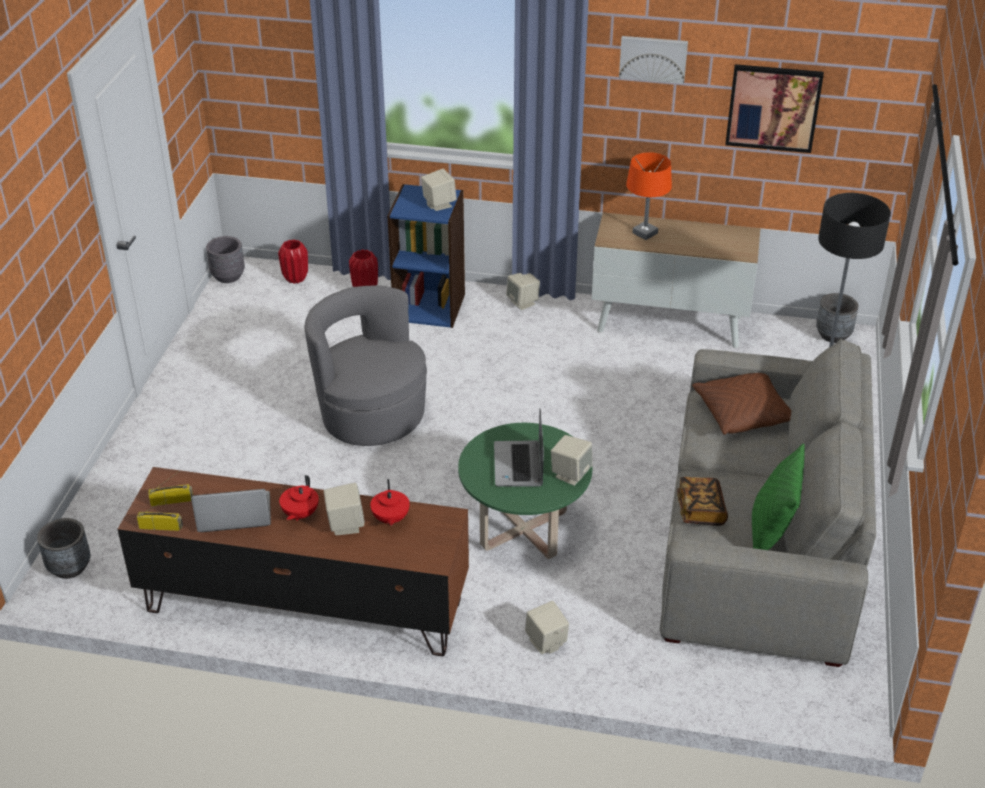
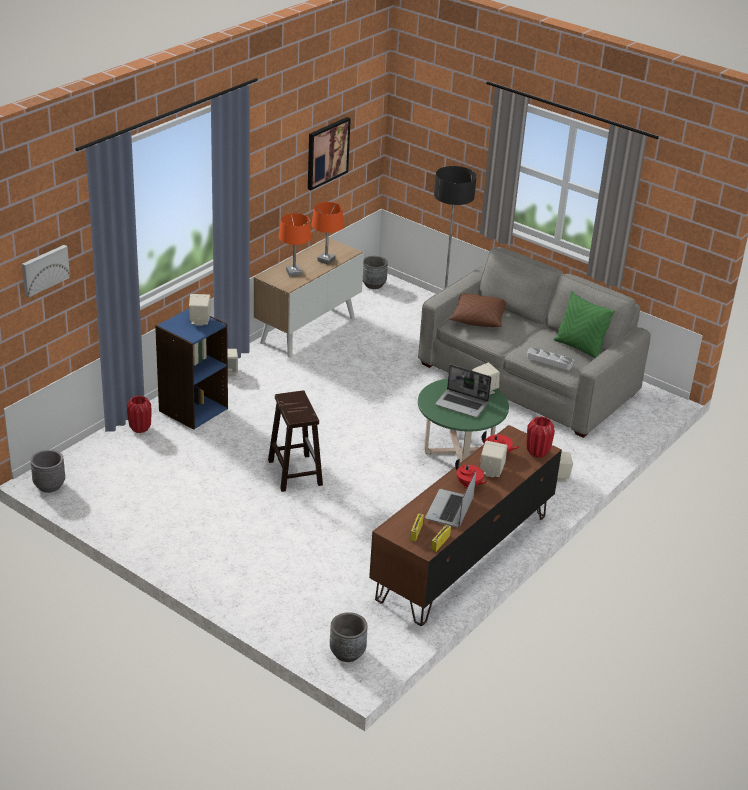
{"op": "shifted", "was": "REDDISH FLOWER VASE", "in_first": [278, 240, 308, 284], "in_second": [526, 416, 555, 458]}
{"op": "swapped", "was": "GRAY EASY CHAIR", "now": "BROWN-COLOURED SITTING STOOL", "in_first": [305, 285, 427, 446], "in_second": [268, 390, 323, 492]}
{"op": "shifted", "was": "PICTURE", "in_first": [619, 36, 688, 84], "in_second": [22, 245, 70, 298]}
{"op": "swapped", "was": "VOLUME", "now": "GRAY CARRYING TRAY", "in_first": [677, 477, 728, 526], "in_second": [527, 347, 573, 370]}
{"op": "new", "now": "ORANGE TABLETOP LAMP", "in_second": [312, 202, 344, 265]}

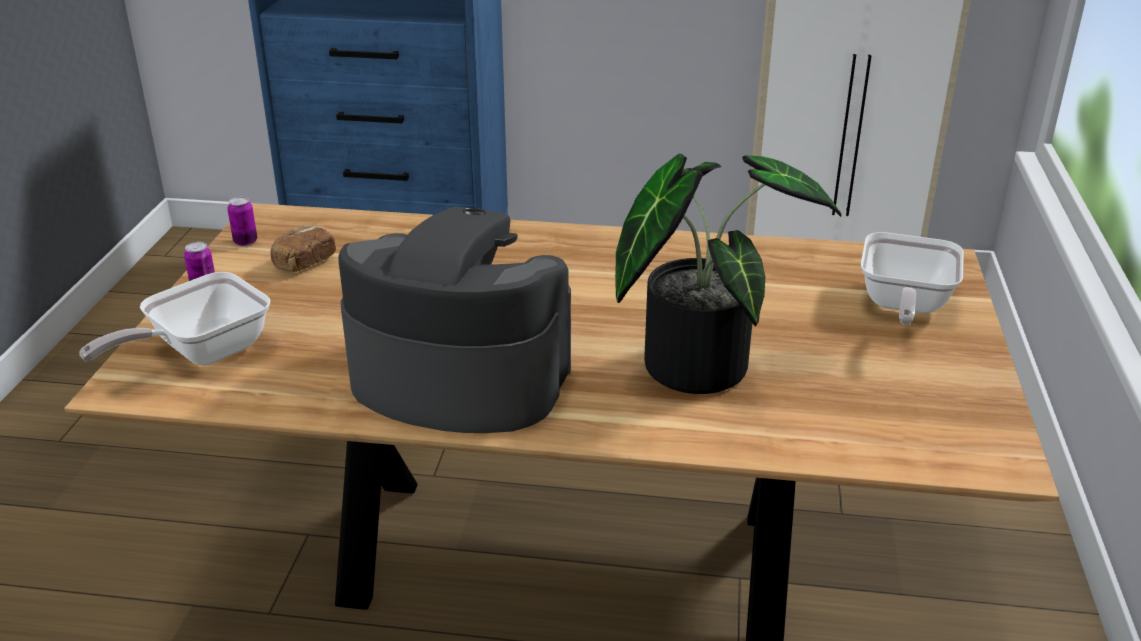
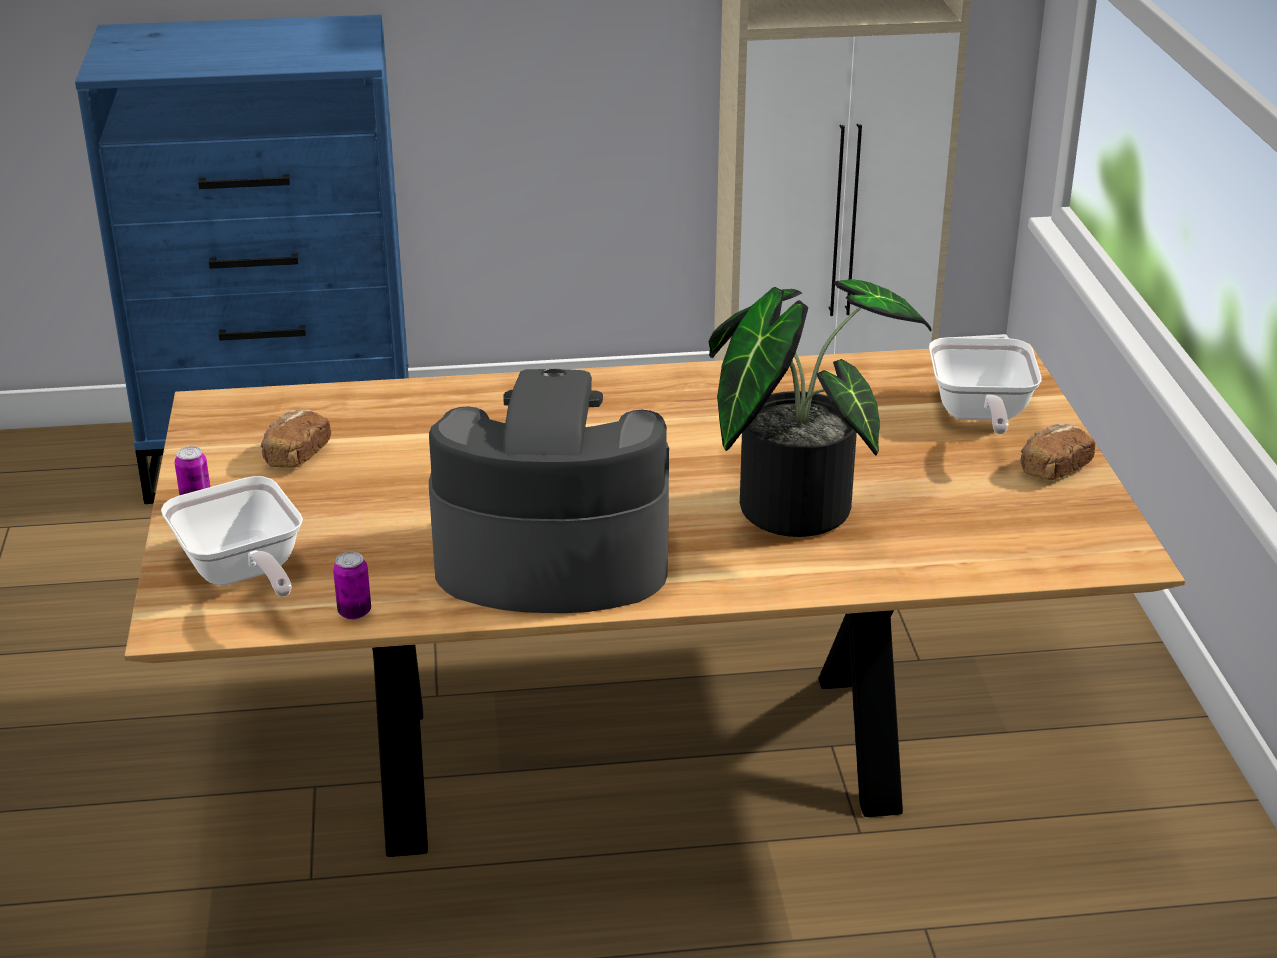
{"op": "rotated", "was": "SKILLET", "in_first": [80, 272, 270, 365], "in_second": [161, 476, 303, 597], "clockwise": -60}
{"op": "shifted", "was": "METAL CAN", "in_first": [227, 197, 257, 246], "in_second": [333, 552, 371, 620]}
{"op": "new", "now": "BREAD", "in_second": [1020, 424, 1096, 480]}

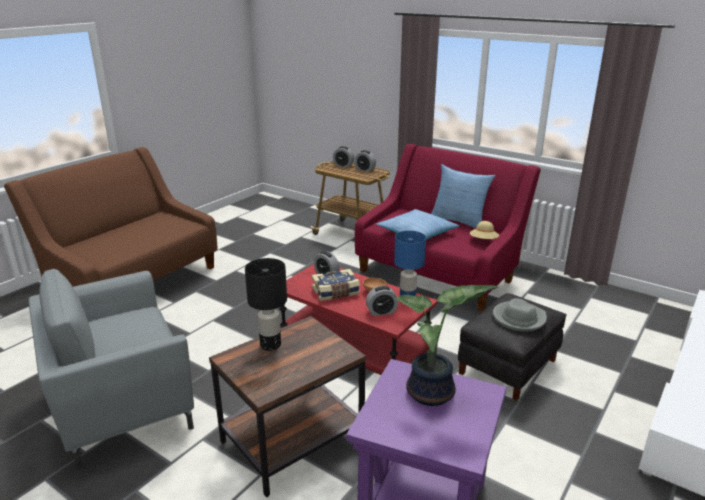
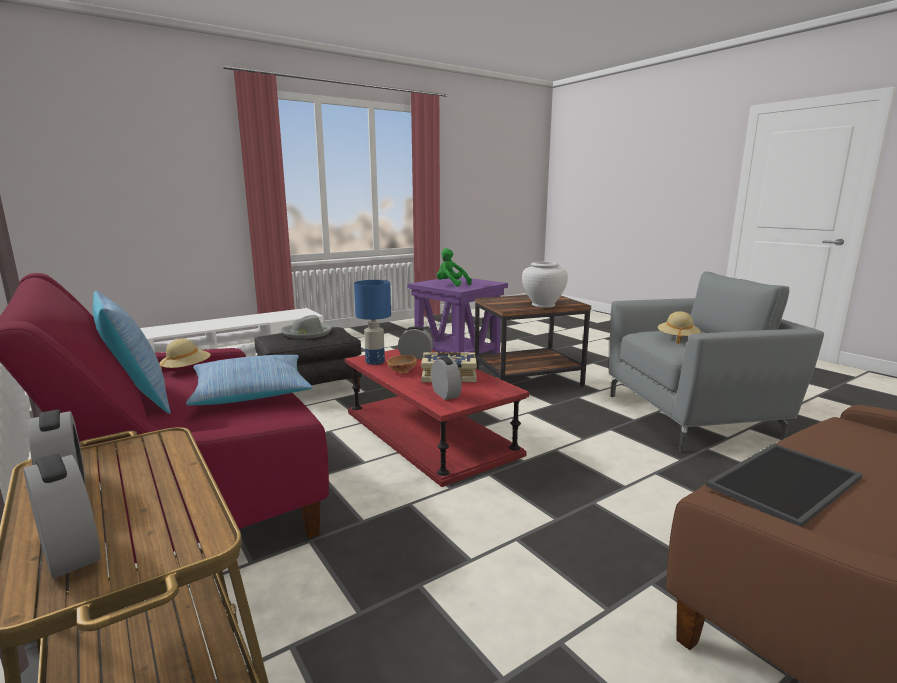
{"op": "swapped", "was": "BLACKISH TABLETOP LAMP", "now": "WHITISH FLOWER VASE", "in_first": [245, 258, 287, 351], "in_second": [522, 262, 568, 308]}
{"op": "swapped", "was": "PLANT IN A POT", "now": "GREEN SOFT TOY", "in_first": [395, 285, 499, 406], "in_second": [437, 248, 472, 287]}
{"op": "new", "now": "SAND-COLOURED WEARABLE HAT", "in_second": [658, 311, 701, 344]}
{"op": "new", "now": "CARRYING TRAY", "in_second": [706, 443, 863, 527]}

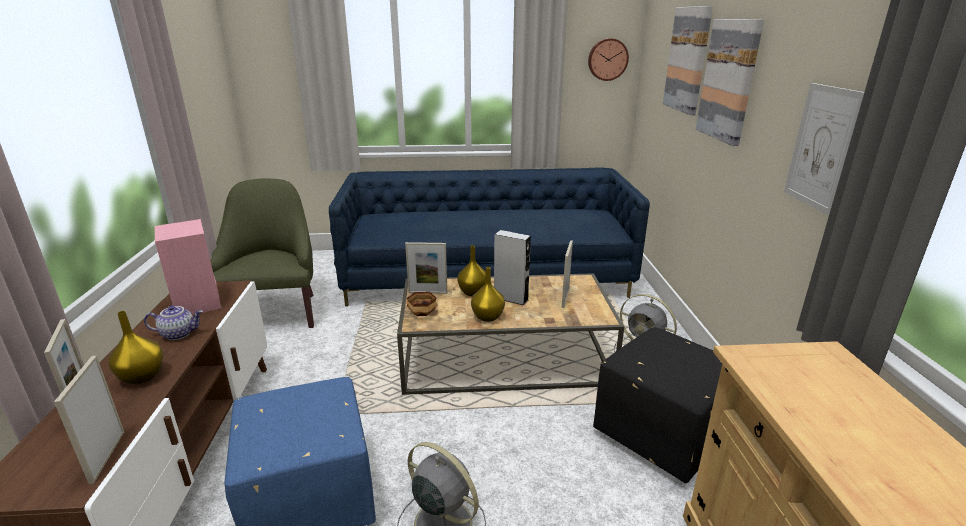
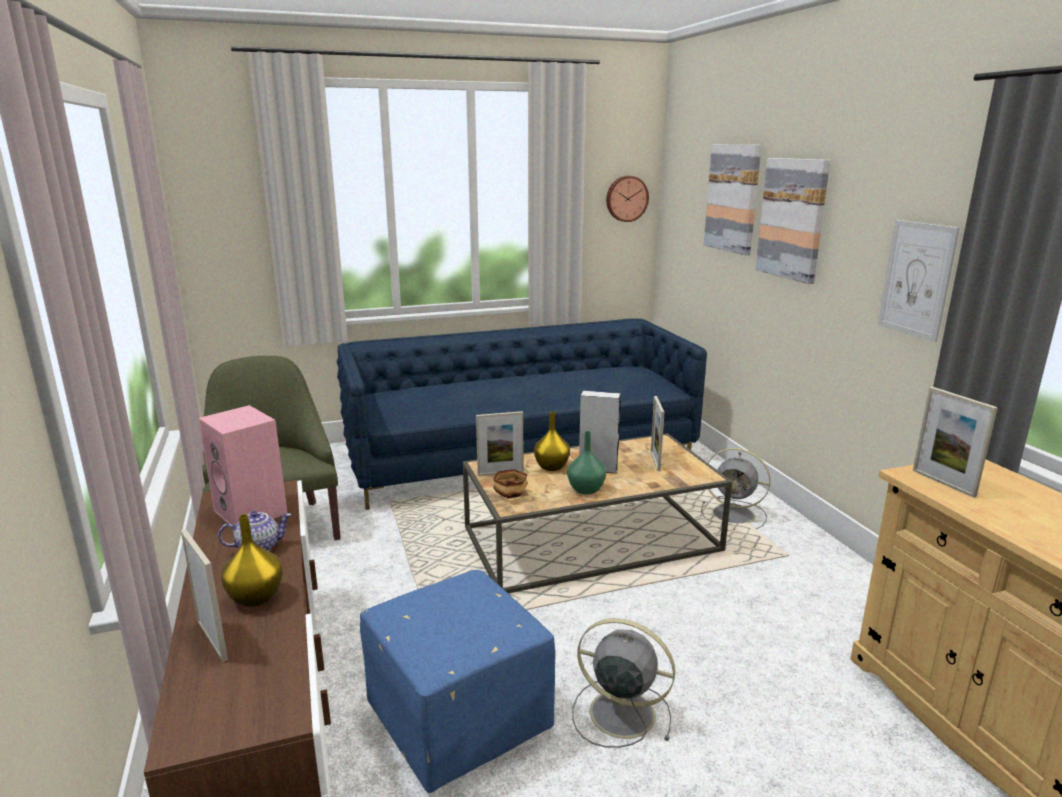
{"op": "shifted", "was": "STANDING FRAME", "in_first": [54, 356, 124, 484], "in_second": [913, 387, 998, 498]}
{"op": "repainted", "was": "YELLOW-COLOURED FLOWER VASE", "now": "GREEN FLOWER VASE", "in_first": [471, 267, 505, 322], "in_second": [567, 431, 606, 495]}
{"op": "gone", "was": "BLACKISH POUFFE", "in_first": [593, 327, 722, 483]}

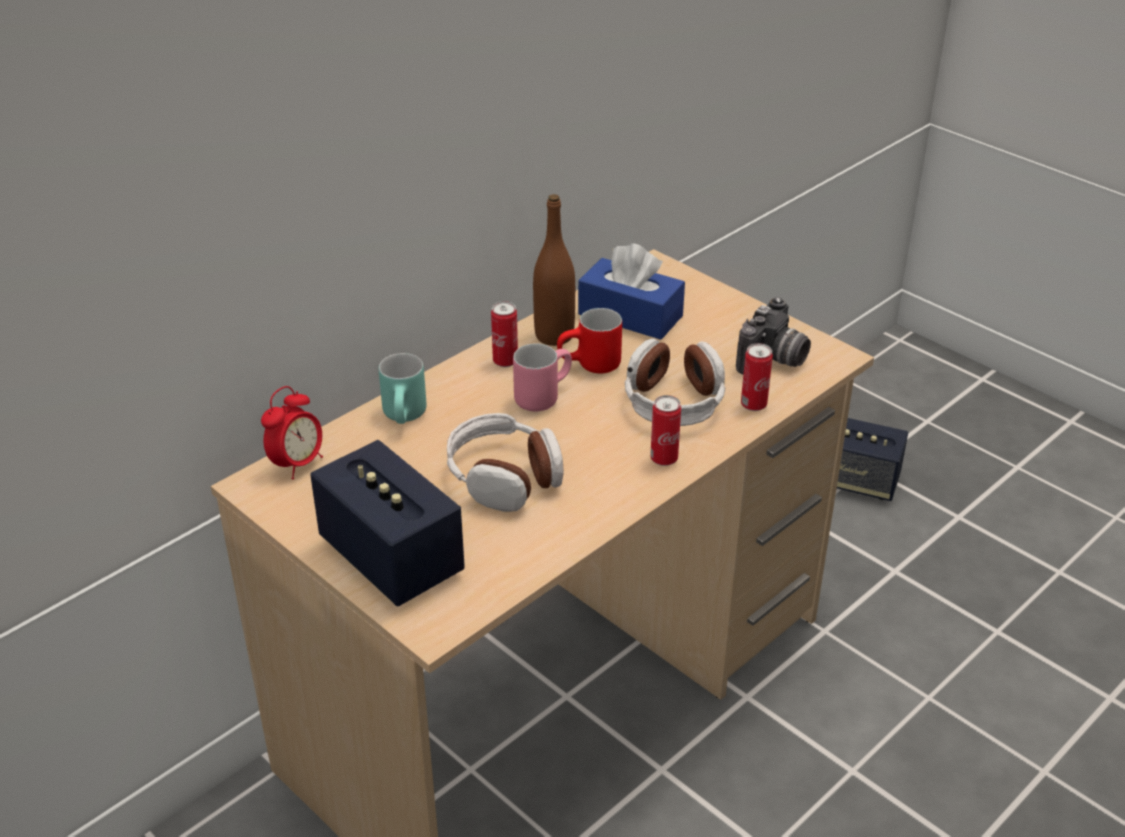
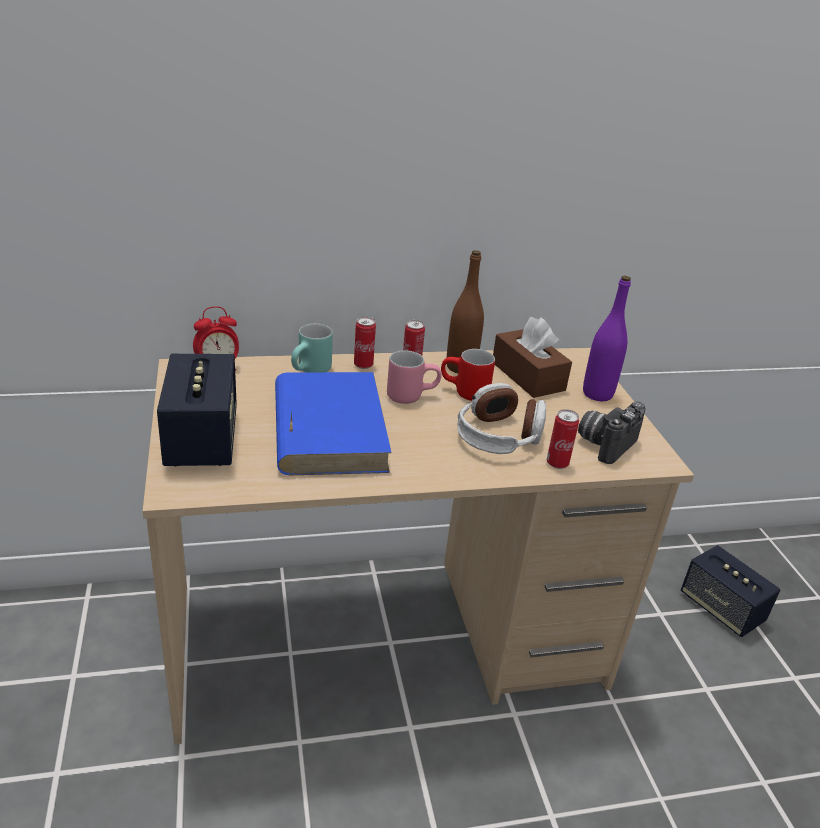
{"op": "swapped", "was": "HEADPHONES", "now": "BLUISH VOLUME", "in_first": [447, 413, 564, 512], "in_second": [275, 372, 392, 475]}
{"op": "repainted", "was": "BLUISH BOX OF TISSUES", "now": "BROWN-COLOURED BOX OF TISSUES", "in_first": [578, 243, 685, 340], "in_second": [493, 317, 572, 398]}
{"op": "shifted", "was": "METAL CAN", "in_first": [650, 395, 681, 466], "in_second": [354, 317, 376, 369]}
{"op": "rotated", "was": "PHOTO CAMERA", "in_first": [736, 297, 811, 374], "in_second": [578, 401, 646, 464], "clockwise": 150}
{"op": "new", "now": "PURPLE BEVERAGE BOTTLE", "in_second": [583, 276, 631, 401]}

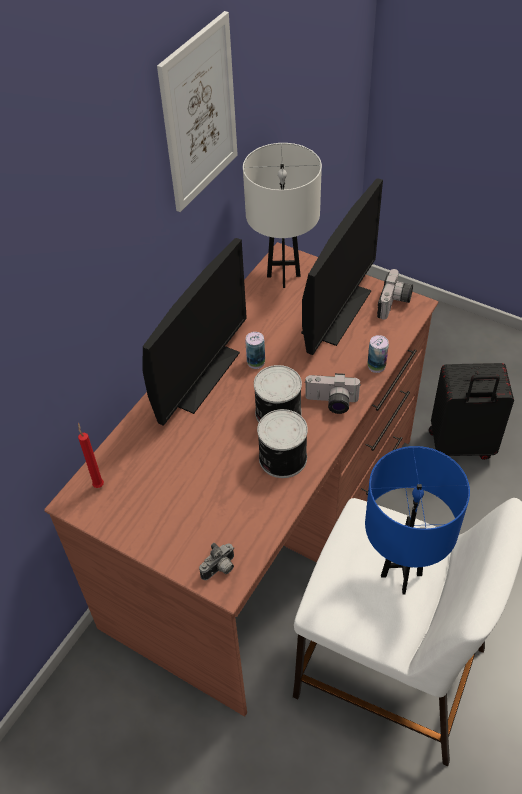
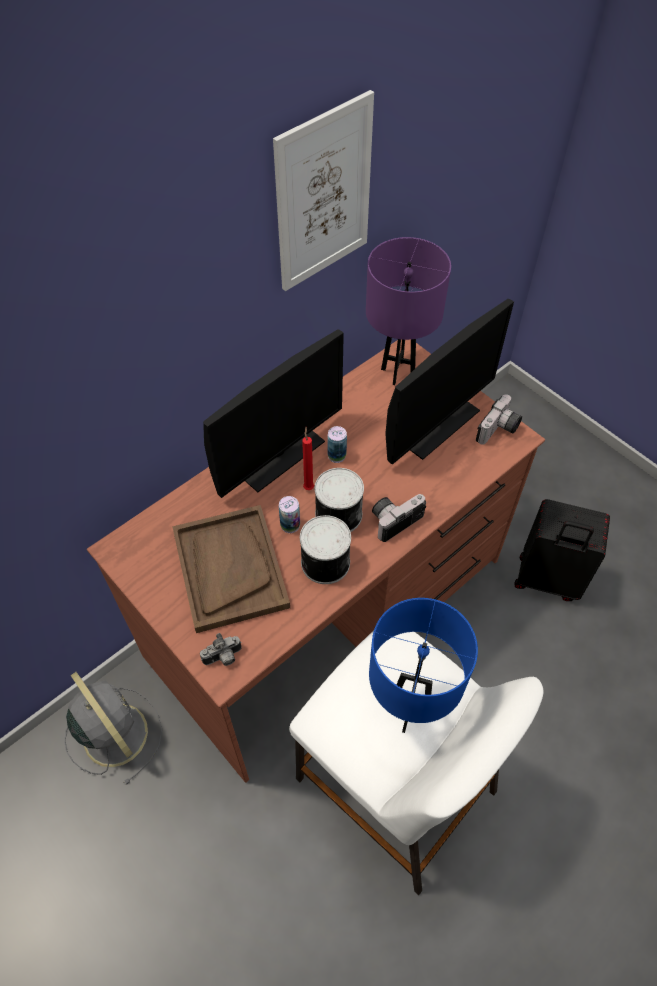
{"op": "shifted", "was": "REDDISH CANDLE", "in_first": [78, 423, 104, 488], "in_second": [302, 427, 314, 490]}
{"op": "repainted", "was": "WHITISH TABLETOP LAMP", "now": "PURPLE TABLETOP LAMP", "in_first": [243, 143, 322, 288], "in_second": [366, 237, 451, 385]}
{"op": "rotated", "was": "PHOTO CAMERA", "in_first": [305, 373, 361, 414], "in_second": [372, 494, 426, 542], "clockwise": 120}
{"op": "shifted", "was": "METAL CAN", "in_first": [367, 335, 389, 373], "in_second": [279, 496, 300, 533]}
{"op": "new", "now": "GRAY ELECTRIC FAN", "in_second": [64, 672, 162, 785]}
{"op": "new", "now": "BROWN-COLOURED CARRYING TRAY", "in_second": [172, 505, 290, 633]}

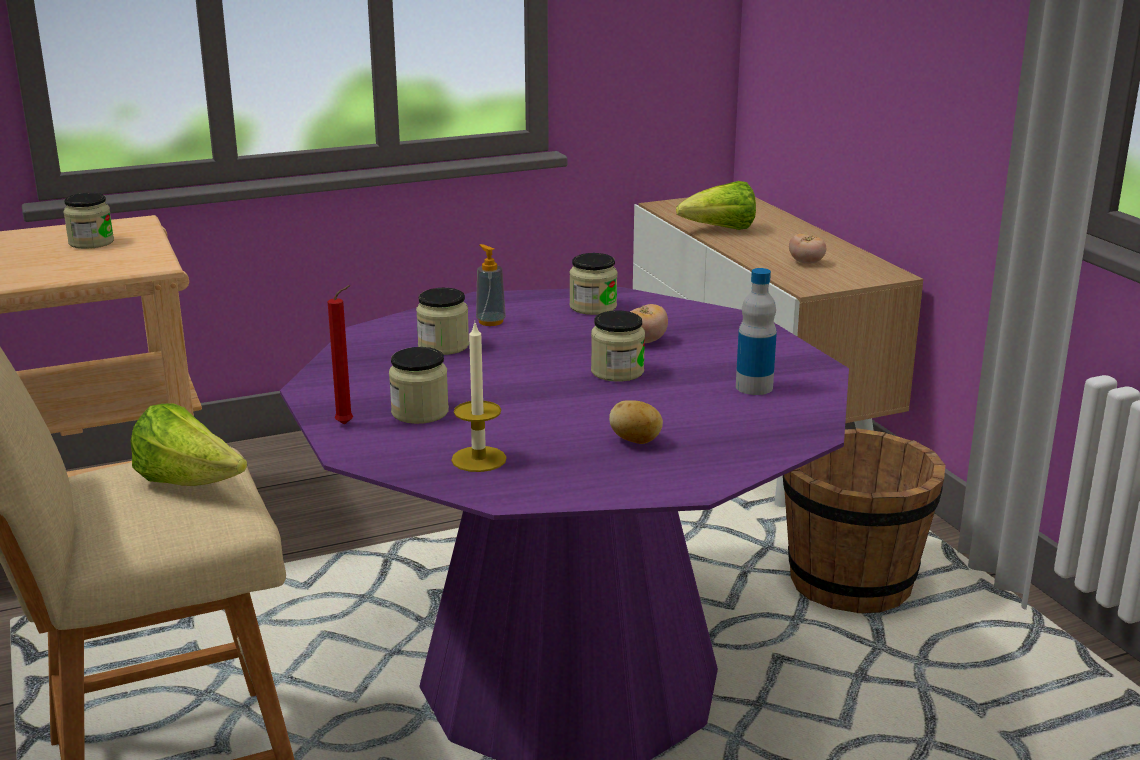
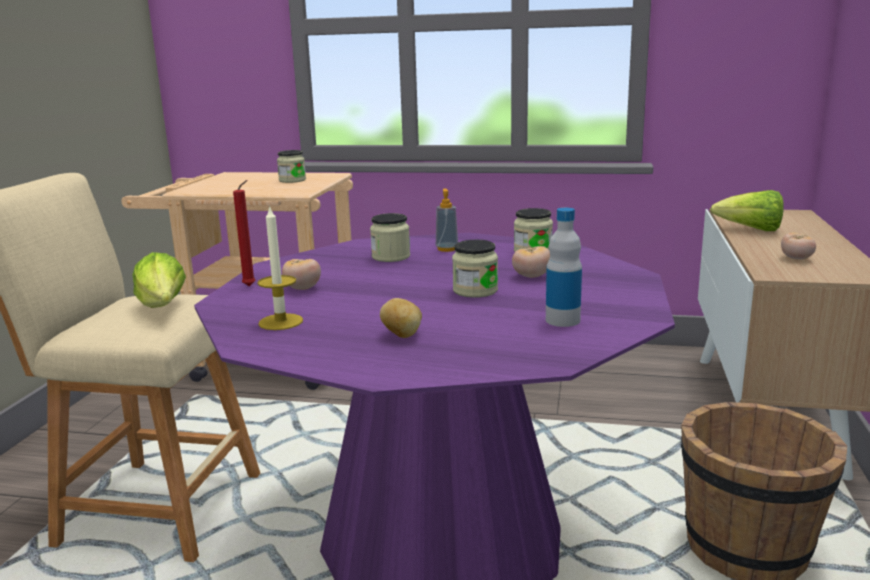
{"op": "swapped", "was": "STORAGE JAR", "now": "TOMATO", "in_first": [389, 347, 449, 424], "in_second": [282, 259, 321, 290]}

